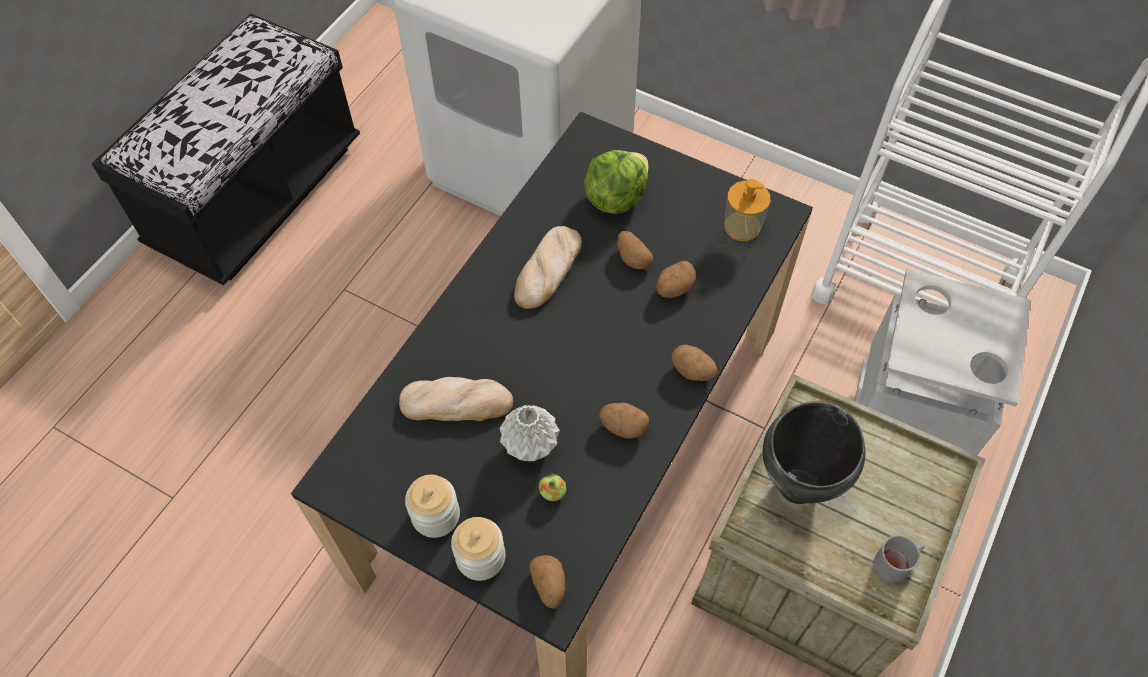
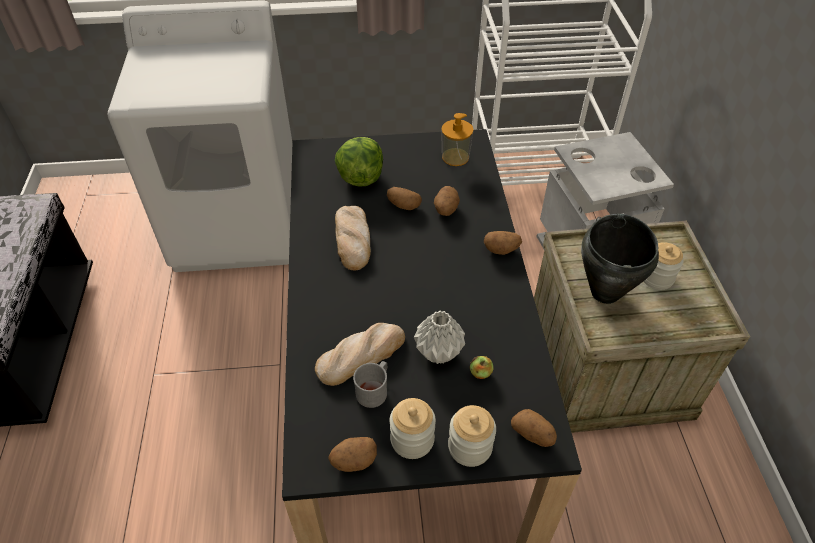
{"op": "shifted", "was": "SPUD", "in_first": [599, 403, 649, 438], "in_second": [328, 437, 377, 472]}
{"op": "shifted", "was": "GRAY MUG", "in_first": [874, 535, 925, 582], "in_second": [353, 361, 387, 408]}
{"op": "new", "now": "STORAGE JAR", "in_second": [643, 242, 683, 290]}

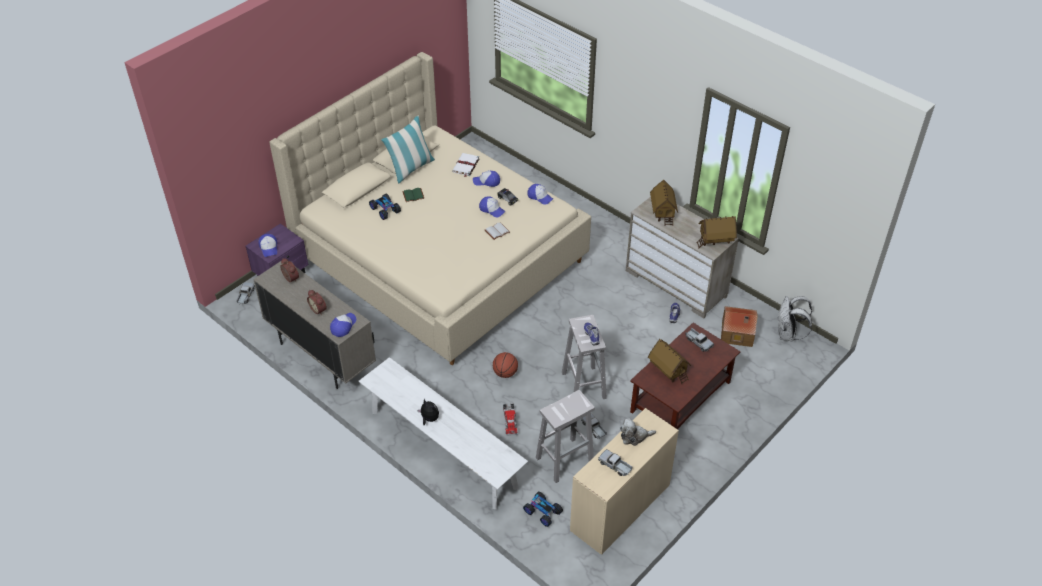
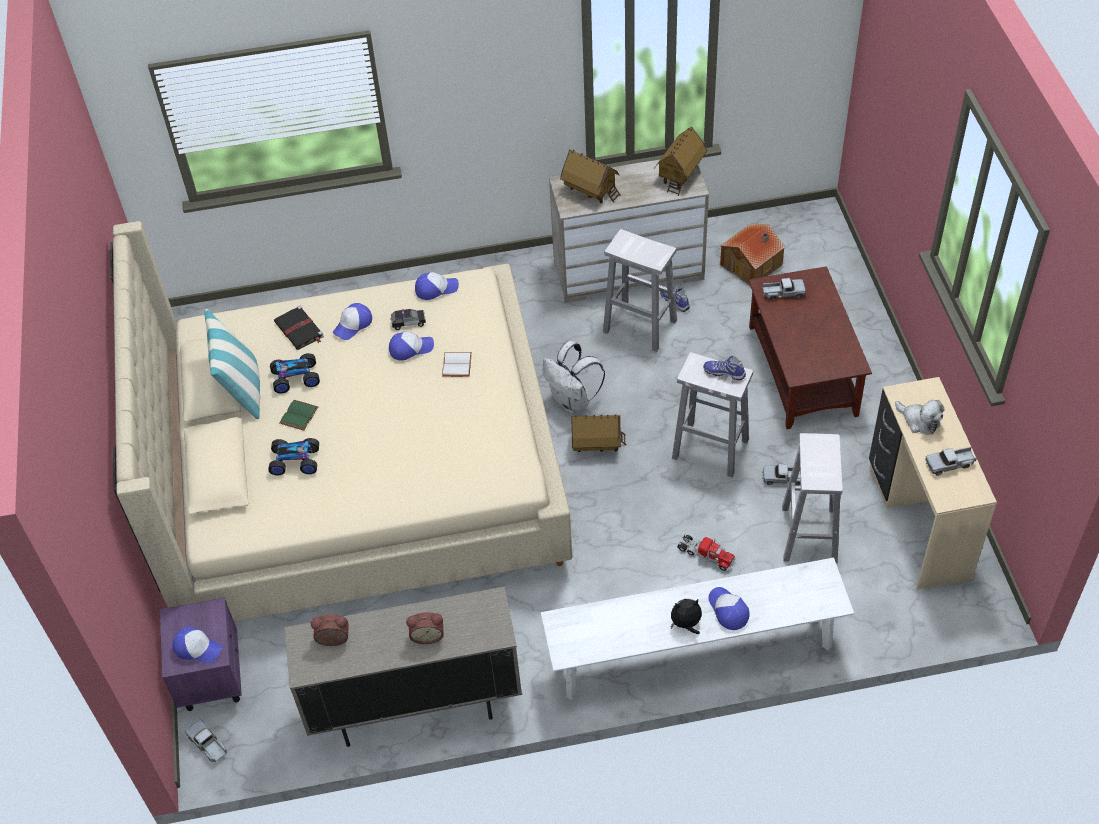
{"op": "shifted", "was": "CAP", "in_first": [330, 313, 356, 337], "in_second": [708, 587, 750, 630]}
{"op": "repainted", "was": "WHITISH VOLUME", "now": "BLACKISH VOLUME", "in_first": [452, 153, 479, 177], "in_second": [274, 306, 324, 350]}
{"op": "gone", "was": "BASKETBALL BALL", "in_first": [493, 352, 518, 378]}
{"op": "shifted", "was": "MINIATURE CAR", "in_first": [523, 492, 563, 527], "in_second": [270, 353, 320, 394]}
{"op": "rotated", "was": "SOFT TOY", "in_first": [620, 418, 656, 446], "in_second": [895, 400, 945, 435], "clockwise": -75}
{"op": "shifted", "was": "MODEL HOUSE", "in_first": [648, 339, 691, 384], "in_second": [571, 414, 626, 452]}
{"op": "shifted", "was": "WHITISH KNAPSACK", "in_first": [778, 296, 812, 341], "in_second": [543, 341, 605, 414]}
{"op": "new", "now": "WHITISH SITTING STOOL", "in_second": [603, 229, 677, 352]}

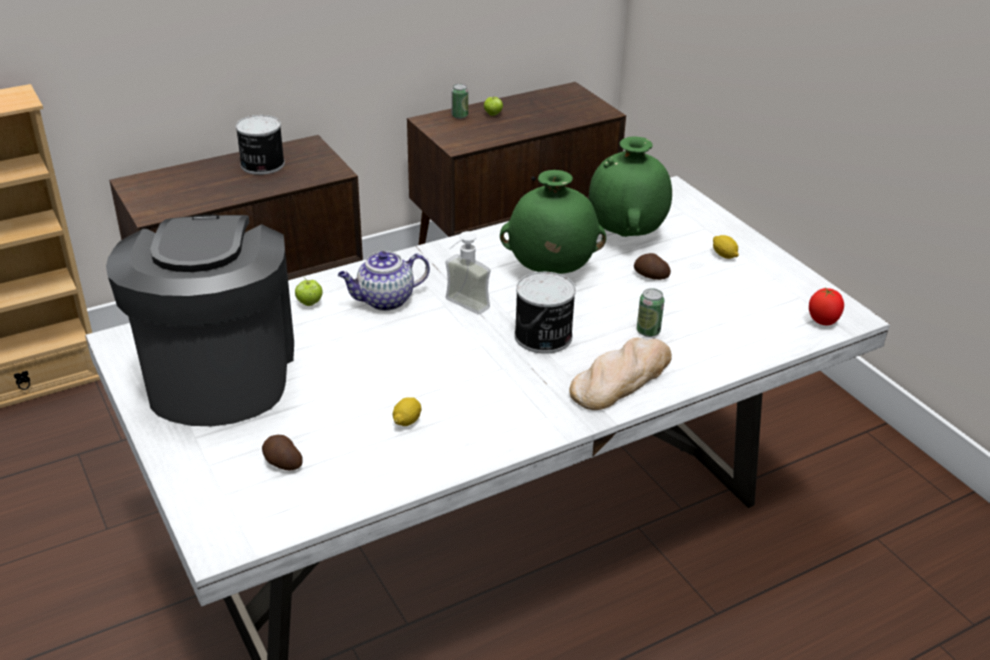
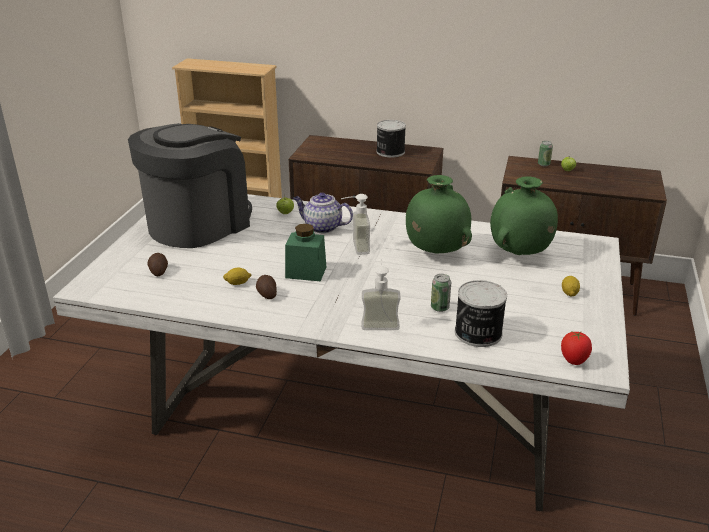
{"op": "shifted", "was": "METAL CAN", "in_first": [514, 272, 576, 354], "in_second": [455, 280, 507, 347]}
{"op": "swapped", "was": "BREAD", "now": "SOAP DISPENSER", "in_first": [569, 337, 672, 410], "in_second": [362, 258, 401, 330]}
{"op": "shifted", "was": "SPUD", "in_first": [634, 253, 671, 280], "in_second": [256, 275, 277, 299]}
{"op": "new", "now": "GREEN STORAGE JAR", "in_second": [285, 223, 326, 281]}

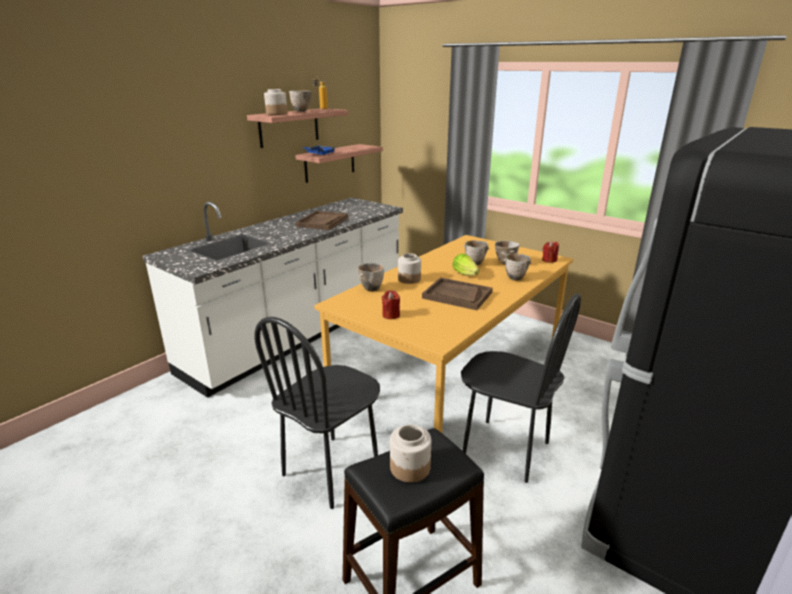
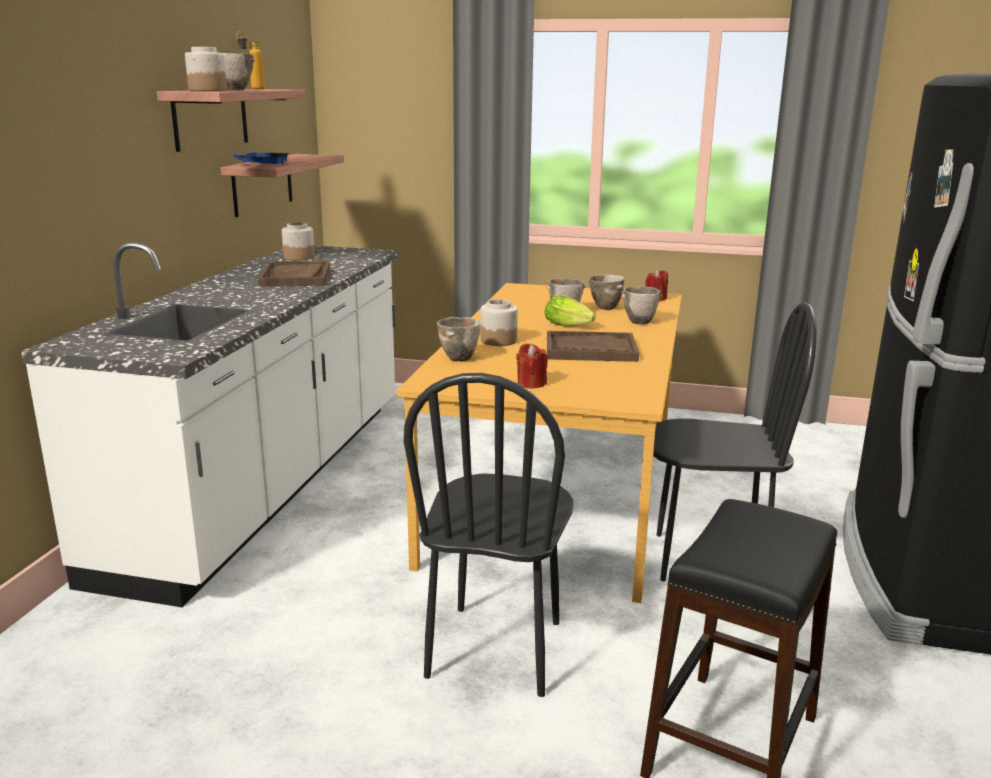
{"op": "shifted", "was": "STORAGE JAR", "in_first": [390, 424, 431, 483], "in_second": [282, 222, 315, 260]}

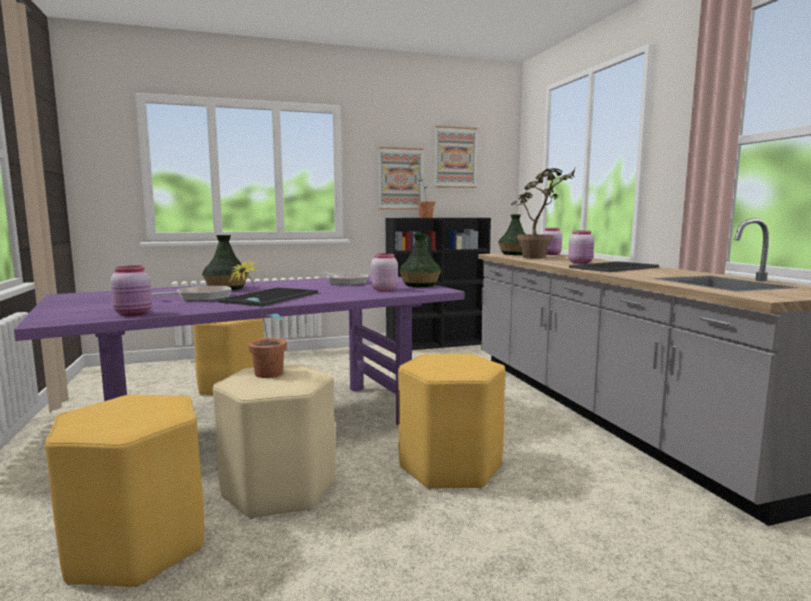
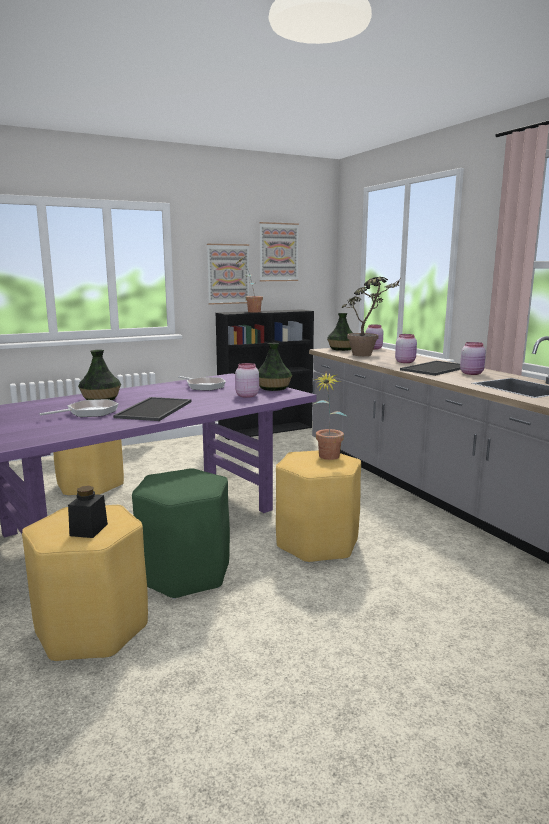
{"op": "shifted", "was": "PINK STORAGE JAR", "in_first": [110, 265, 152, 316], "in_second": [460, 342, 486, 375]}
{"op": "repainted", "was": "SAND-COLOURED SITTING STOOL", "now": "GREEN SITTING STOOL", "in_first": [213, 364, 336, 519], "in_second": [132, 468, 230, 599]}
{"op": "shifted", "was": "PLANT IN A POT", "in_first": [229, 258, 287, 378], "in_second": [313, 372, 347, 460]}
{"op": "new", "now": "BLACKISH STORAGE JAR", "in_second": [68, 486, 108, 538]}

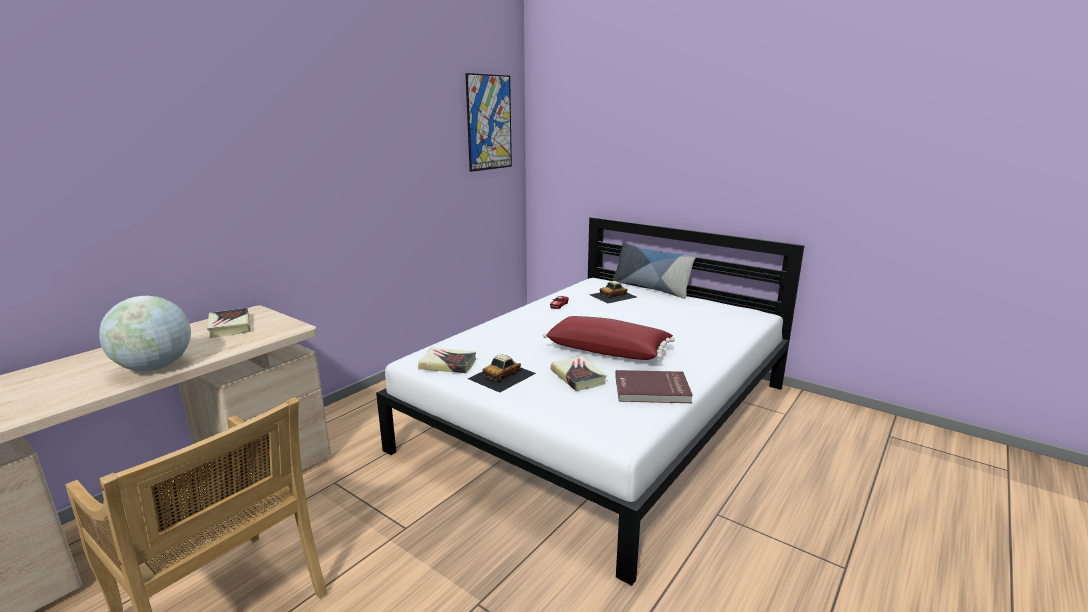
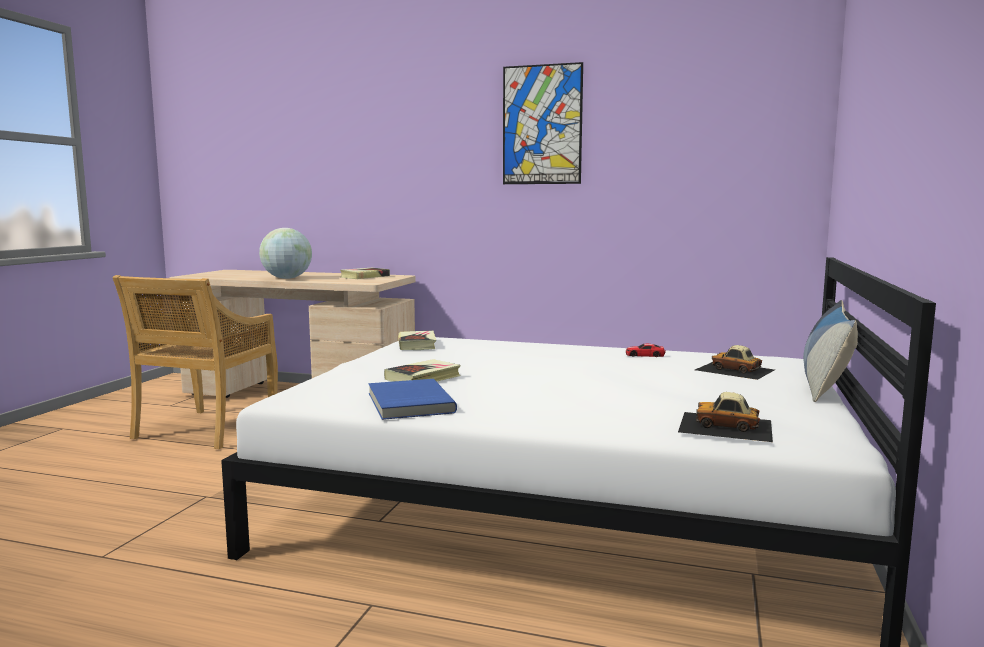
{"op": "shifted", "was": "PICTURE", "in_first": [465, 73, 512, 172], "in_second": [503, 62, 583, 184]}
{"op": "shifted", "was": "MINIATURE CAR", "in_first": [468, 355, 536, 393], "in_second": [678, 392, 773, 442]}
{"op": "gone", "was": "REDDISH THROW PILLOW", "in_first": [543, 316, 675, 360]}
{"op": "repainted", "was": "REDDISH VOLUME", "now": "BLUISH VOLUME", "in_first": [615, 370, 693, 403], "in_second": [369, 379, 457, 420]}

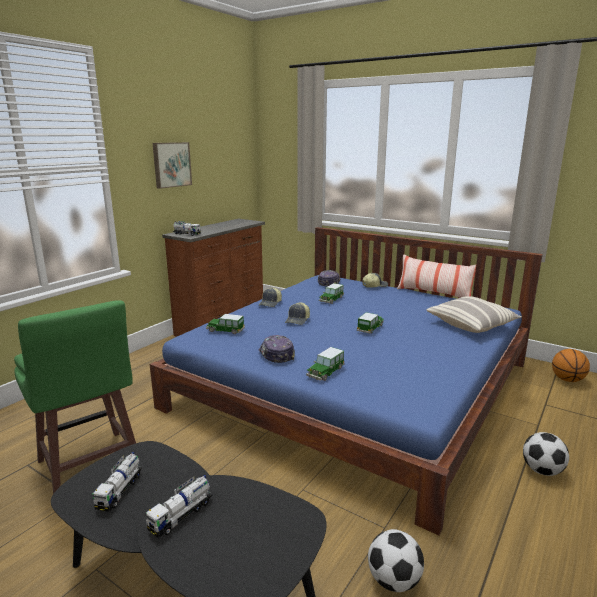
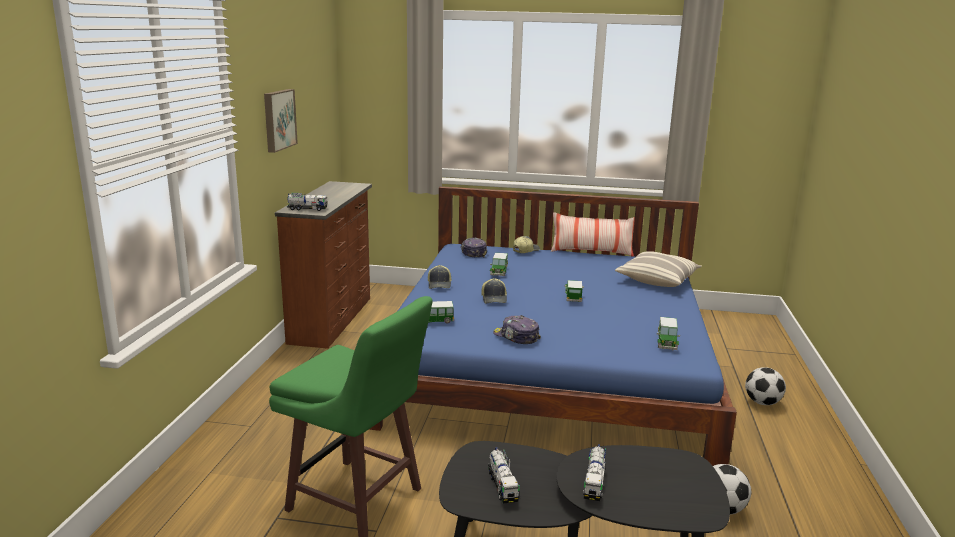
{"op": "shifted", "was": "MINIATURE CAR", "in_first": [306, 347, 345, 381], "in_second": [657, 317, 680, 350]}
{"op": "gone", "was": "BASKETBALL BALL", "in_first": [552, 349, 590, 382]}

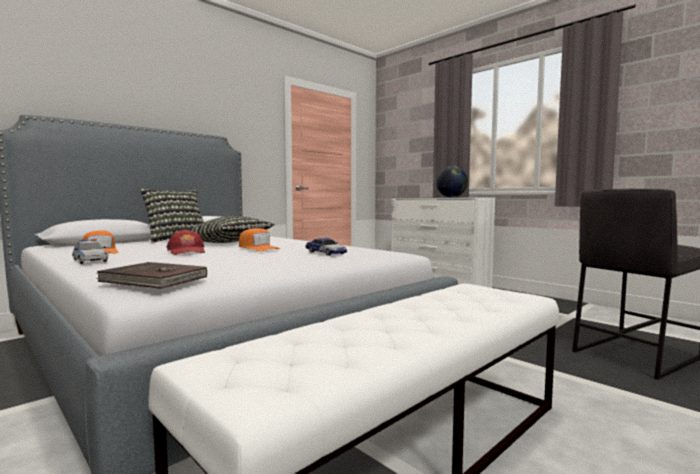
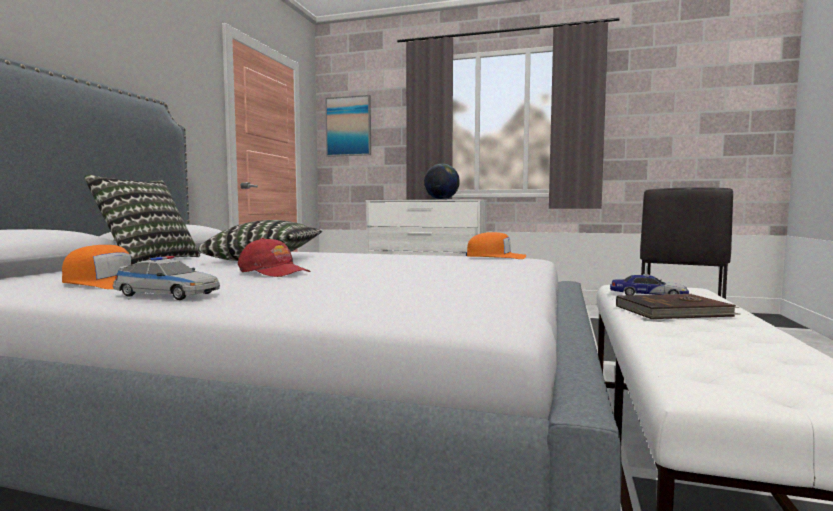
{"op": "shifted", "was": "BROWN-COLOURED VOLUME", "in_first": [96, 262, 207, 289], "in_second": [616, 294, 740, 319]}
{"op": "shifted", "was": "ORANGE CAP", "in_first": [239, 228, 281, 251], "in_second": [466, 232, 526, 259]}
{"op": "shifted", "was": "MINIATURE CAR", "in_first": [305, 238, 347, 256], "in_second": [610, 274, 689, 295]}
{"op": "new", "now": "PICTURE", "in_second": [325, 95, 371, 157]}

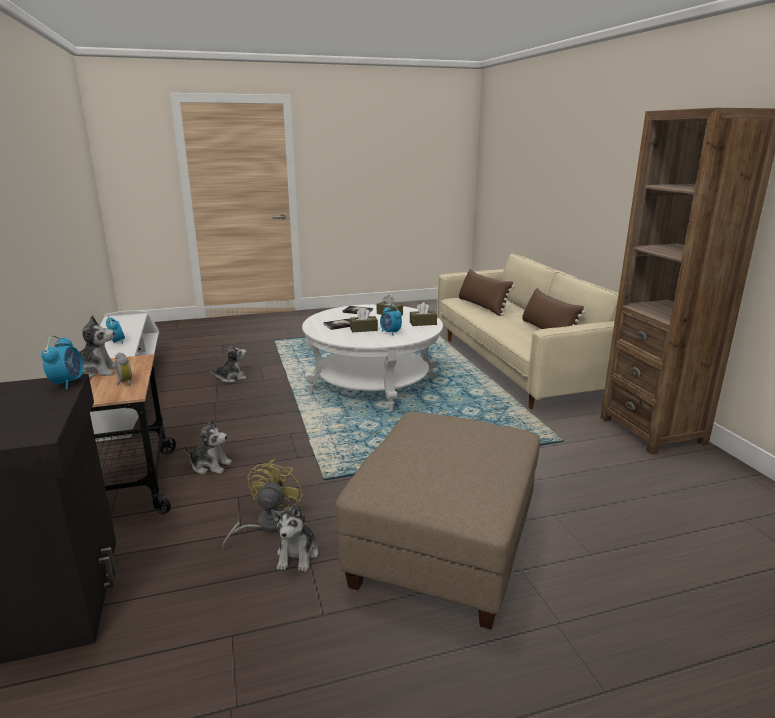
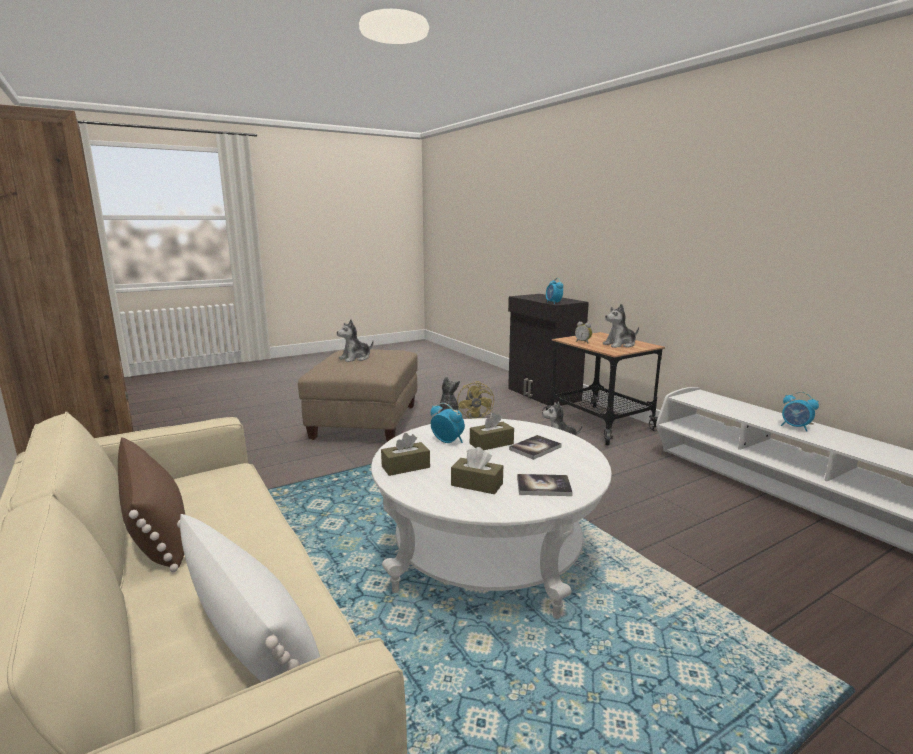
{"op": "shifted", "was": "SOFT TOY", "in_first": [209, 341, 247, 383], "in_second": [337, 320, 374, 362]}
{"op": "repainted", "was": "BROWN-COLOURED THROW PILLOW", "now": "WHITISH THROW PILLOW", "in_first": [459, 269, 515, 316], "in_second": [177, 514, 320, 682]}

